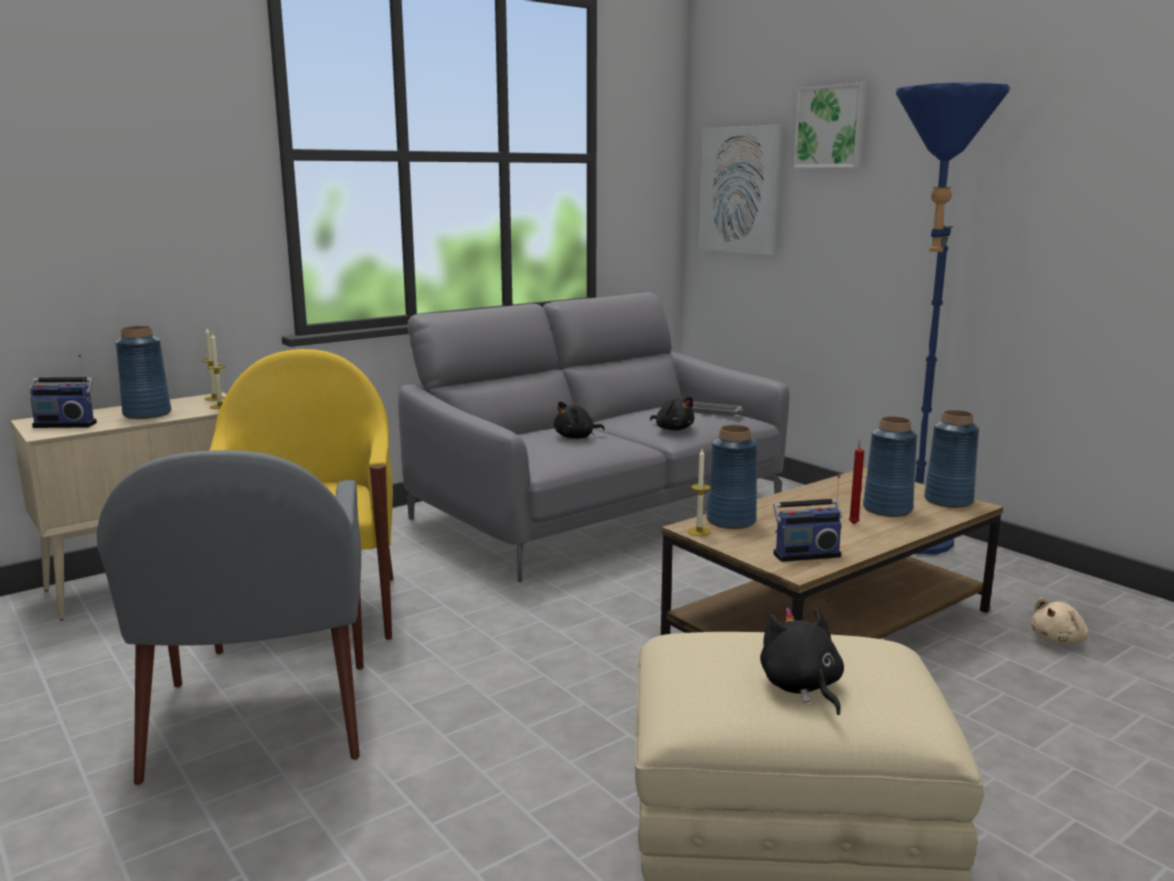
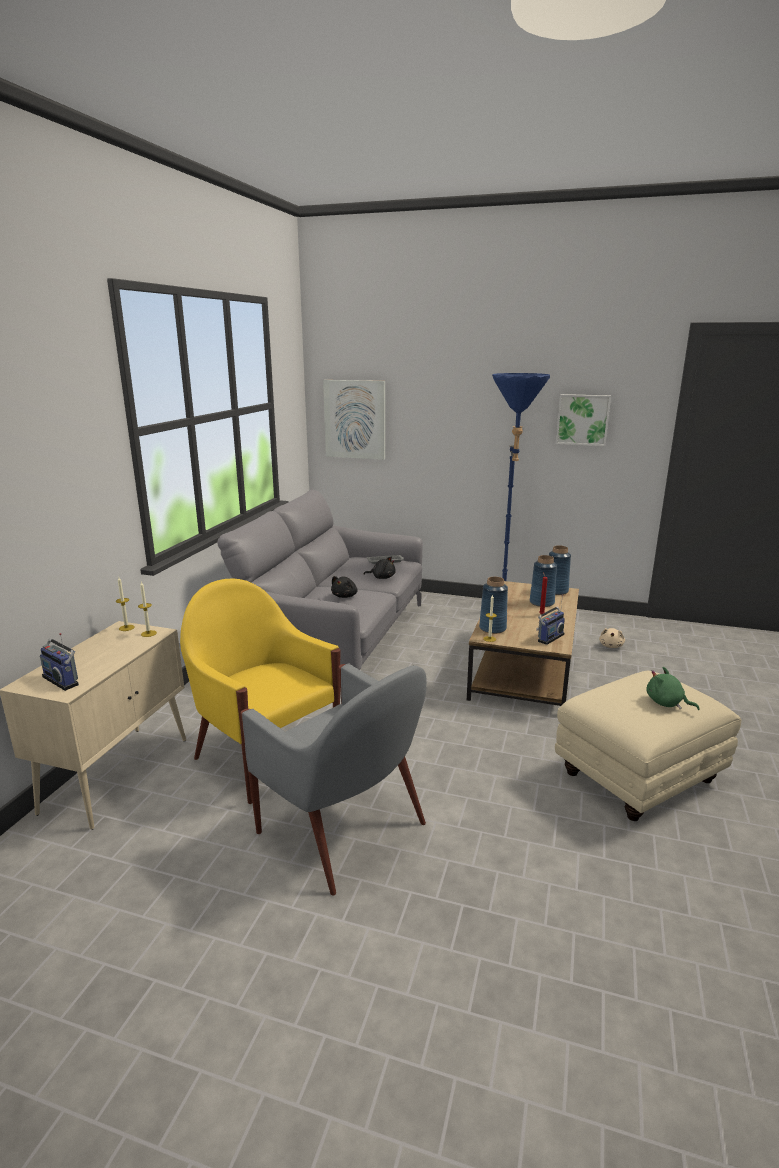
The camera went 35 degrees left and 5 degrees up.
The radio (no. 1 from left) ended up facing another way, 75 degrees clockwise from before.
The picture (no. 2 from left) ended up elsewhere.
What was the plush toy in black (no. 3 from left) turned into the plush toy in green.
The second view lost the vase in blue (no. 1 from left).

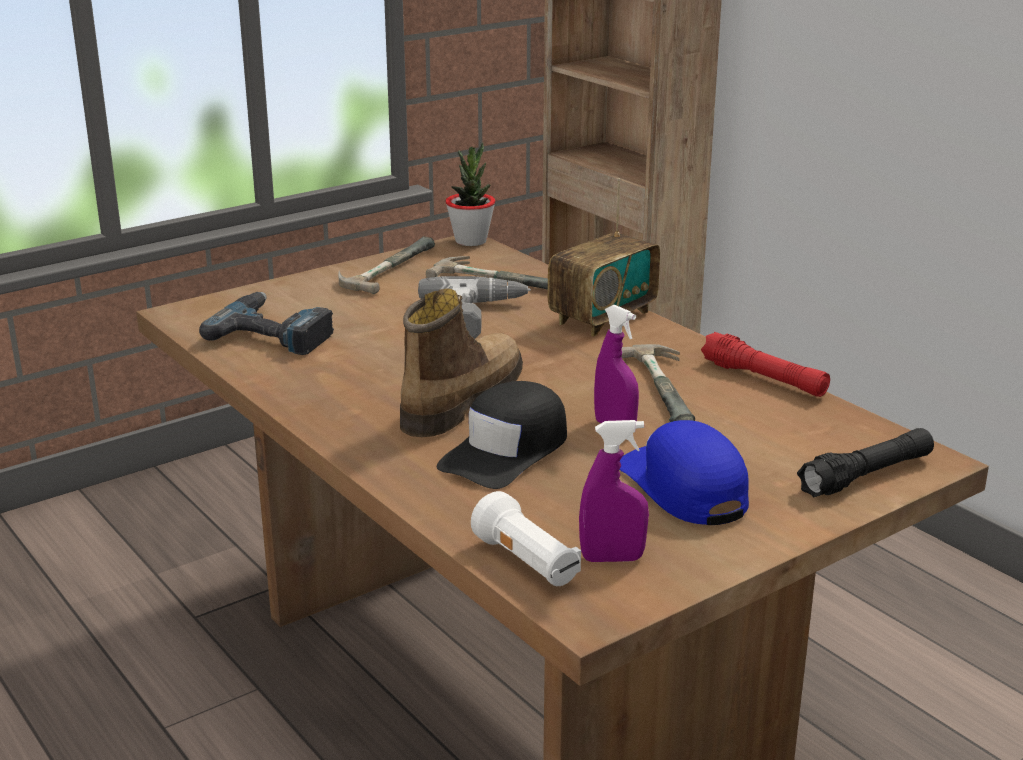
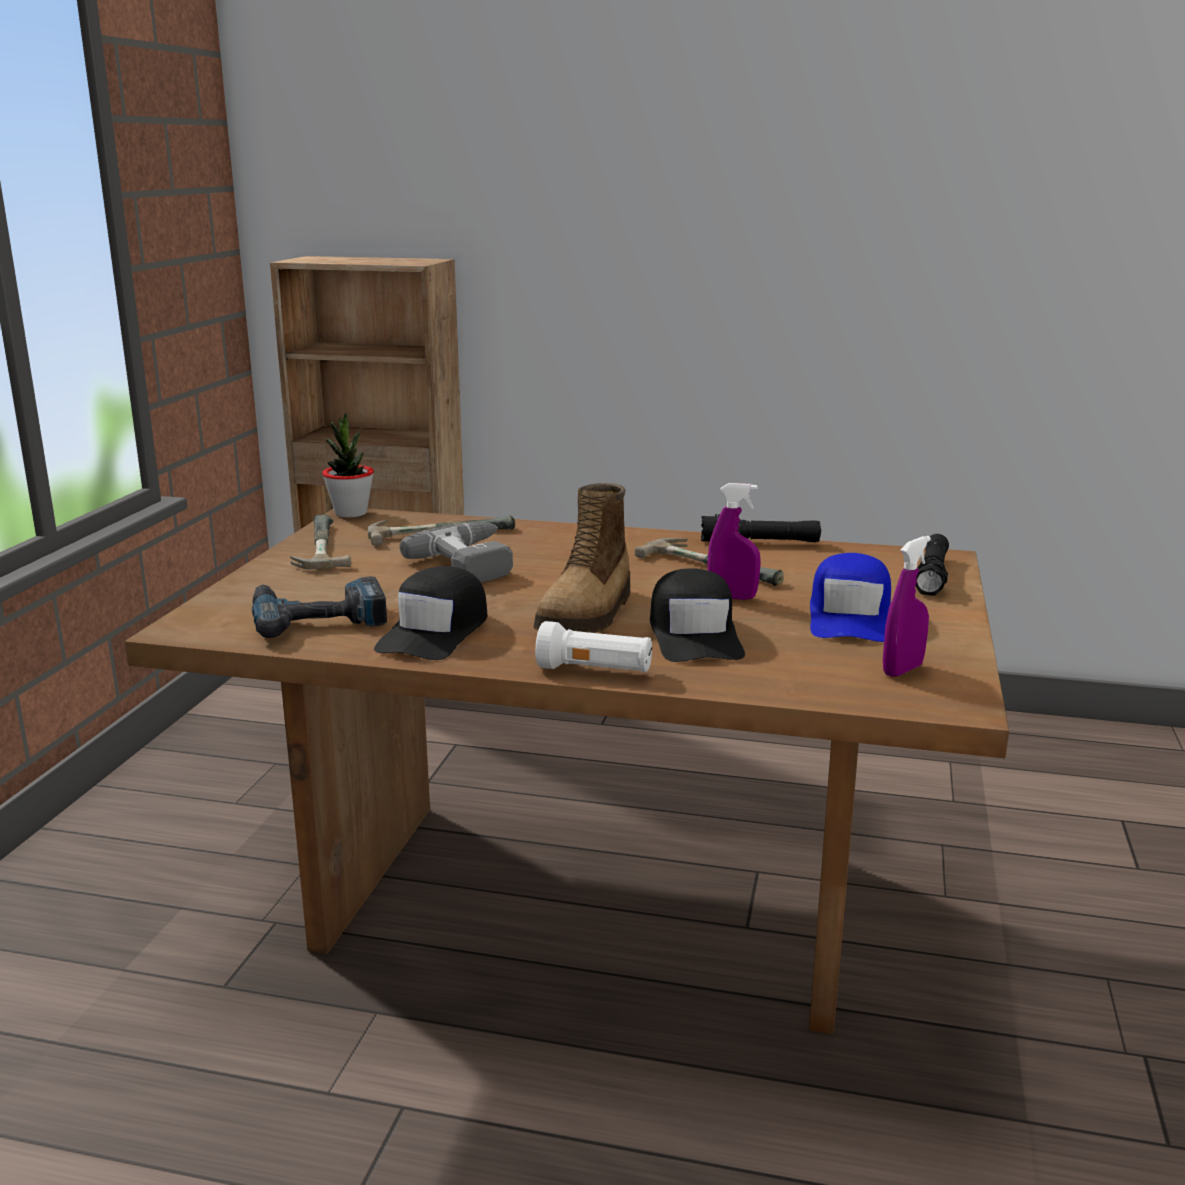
The camera went 40 degrees left and 5 degrees down.
The second view gained the cap in black (no. 1 from left).
The boot ended up facing another way, 150 degrees counterclockwise from before.
The flashlight in white ended up elsewhere.
What was the flashlight in red turned into the flashlight in black (no. 1 from left).
The cap in blue ended up facing another way, 105 degrees counterclockwise from before.
The second view lost the radio.

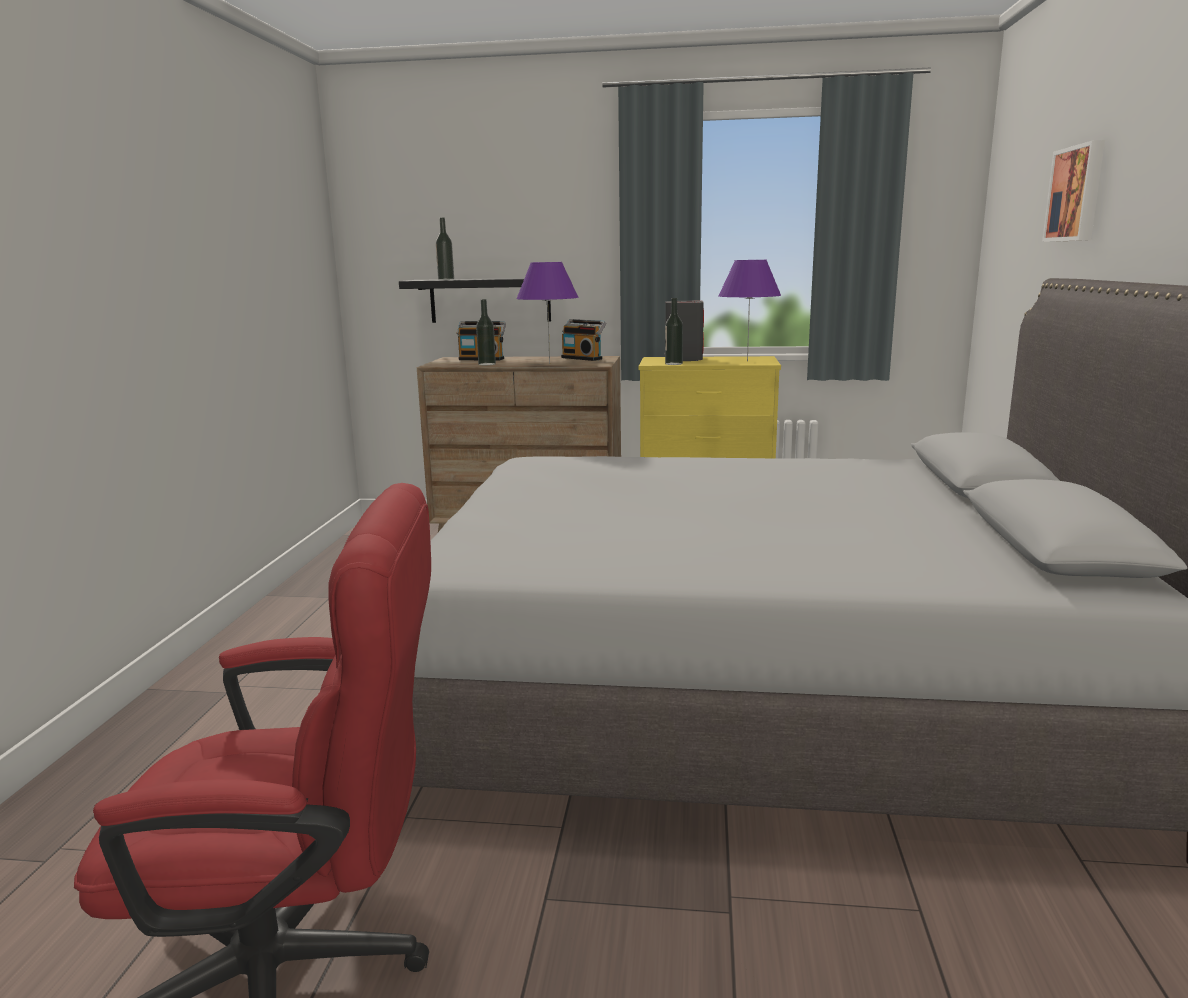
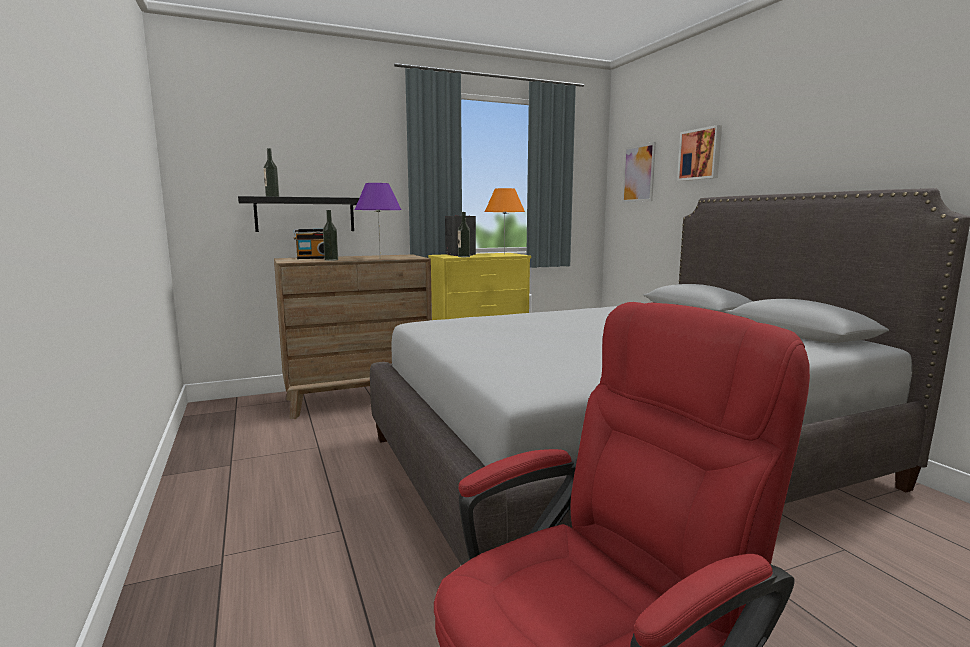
The camera went 30 degrees left and 5 degrees down.
What was the table lamp in purple (no. 2 from left) turned into the table lamp in orange.
The second view gained the picture (no. 1 from left).
The second view lost the radio (no. 2 from left).

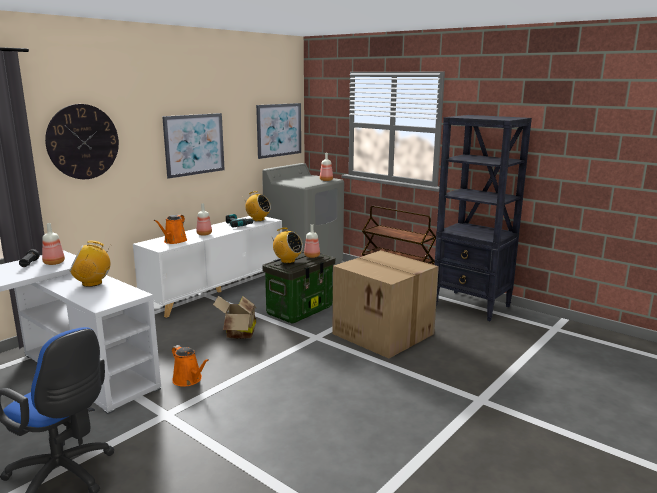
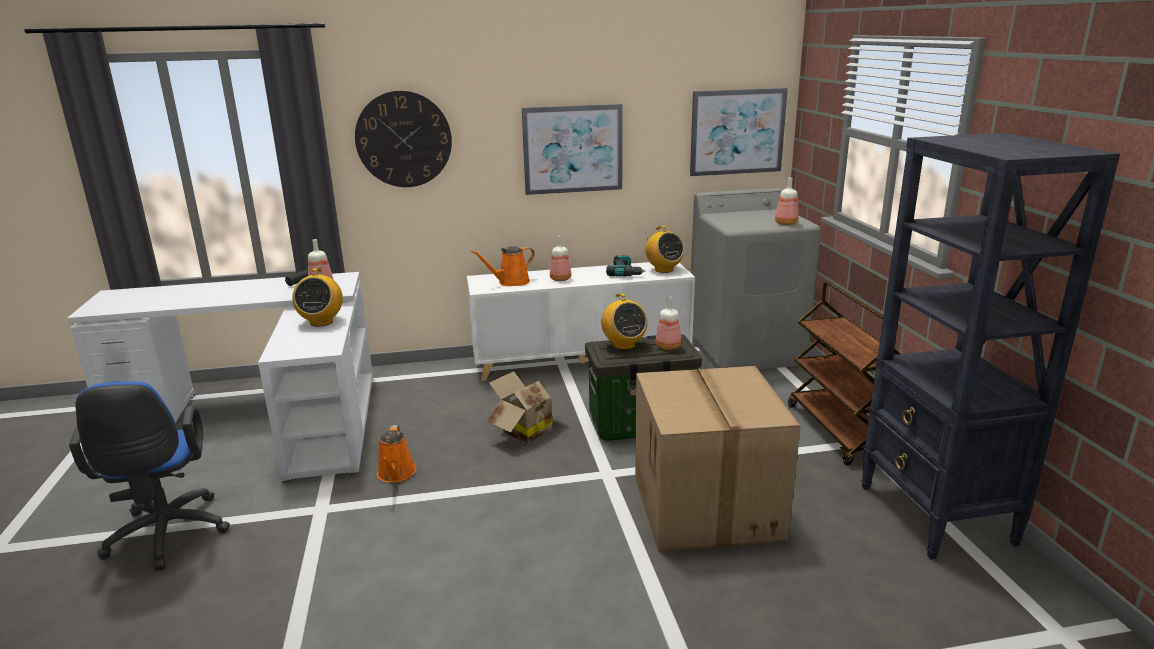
The camera went 40 degrees right and 5 degrees up.
The radio (no. 1 from left) ended up facing another way, 120 degrees counterclockwise from before.

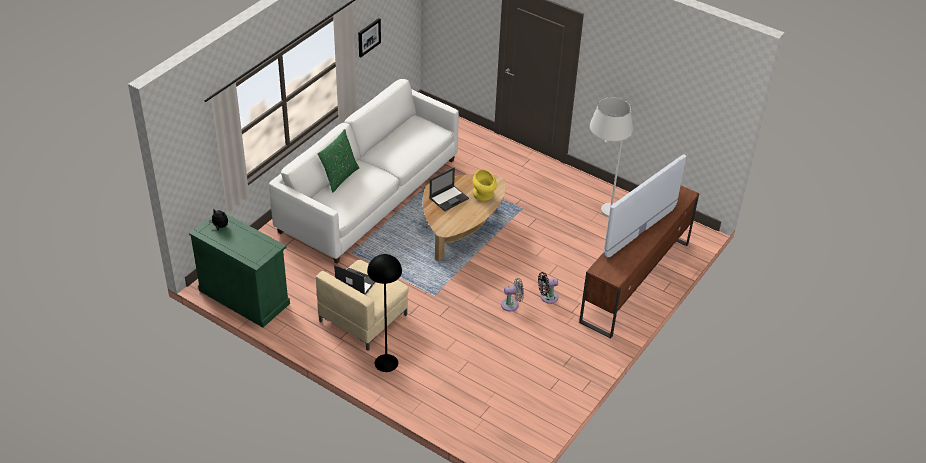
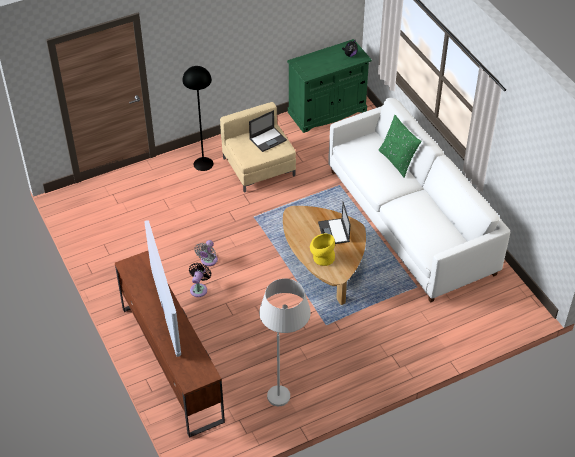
The camera went 120 degrees right and 5 degrees up.
The second view lost the picture.

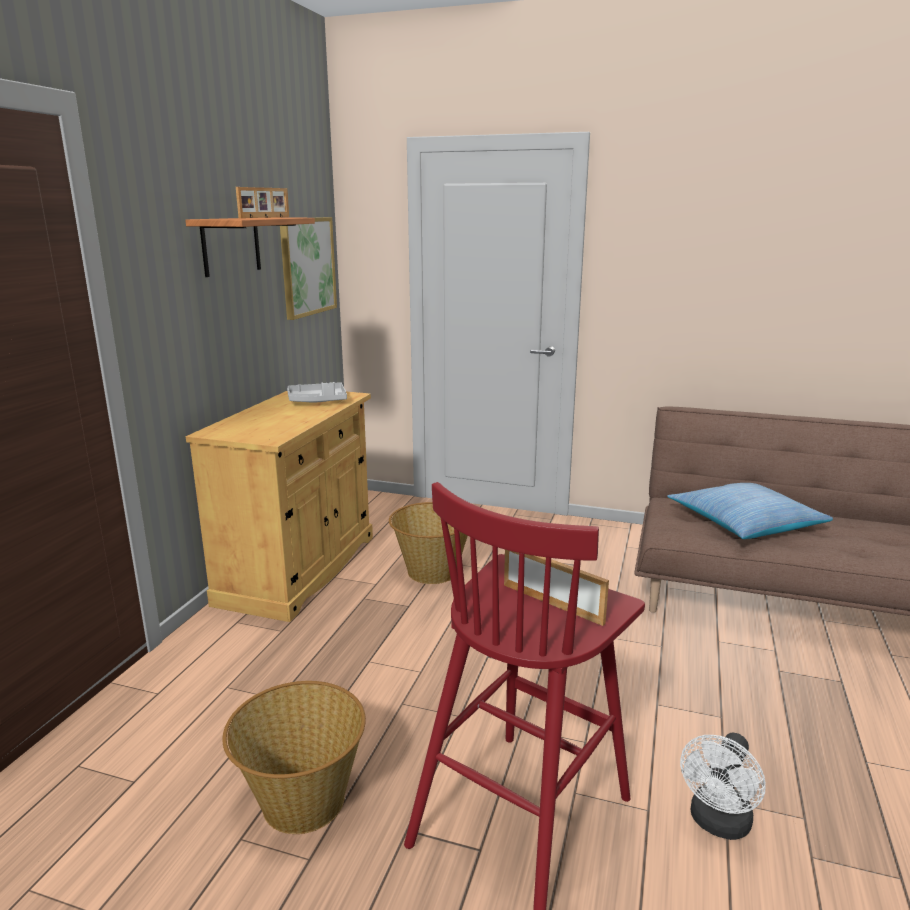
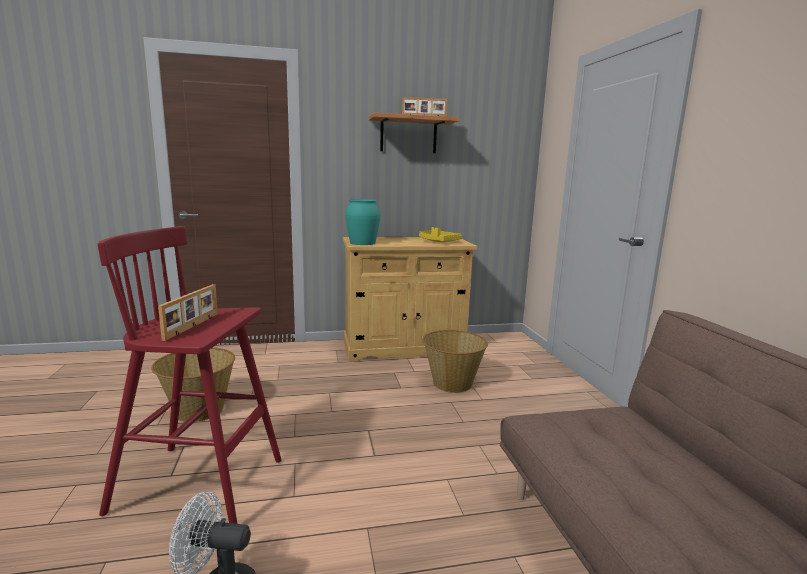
The camera went 60 degrees right and 5 degrees down.
The second view gained the vase in turquoise.
What was the tray in grey turned into the tray in yellow.
The second view lost the picture.
The second view lost the pillow.

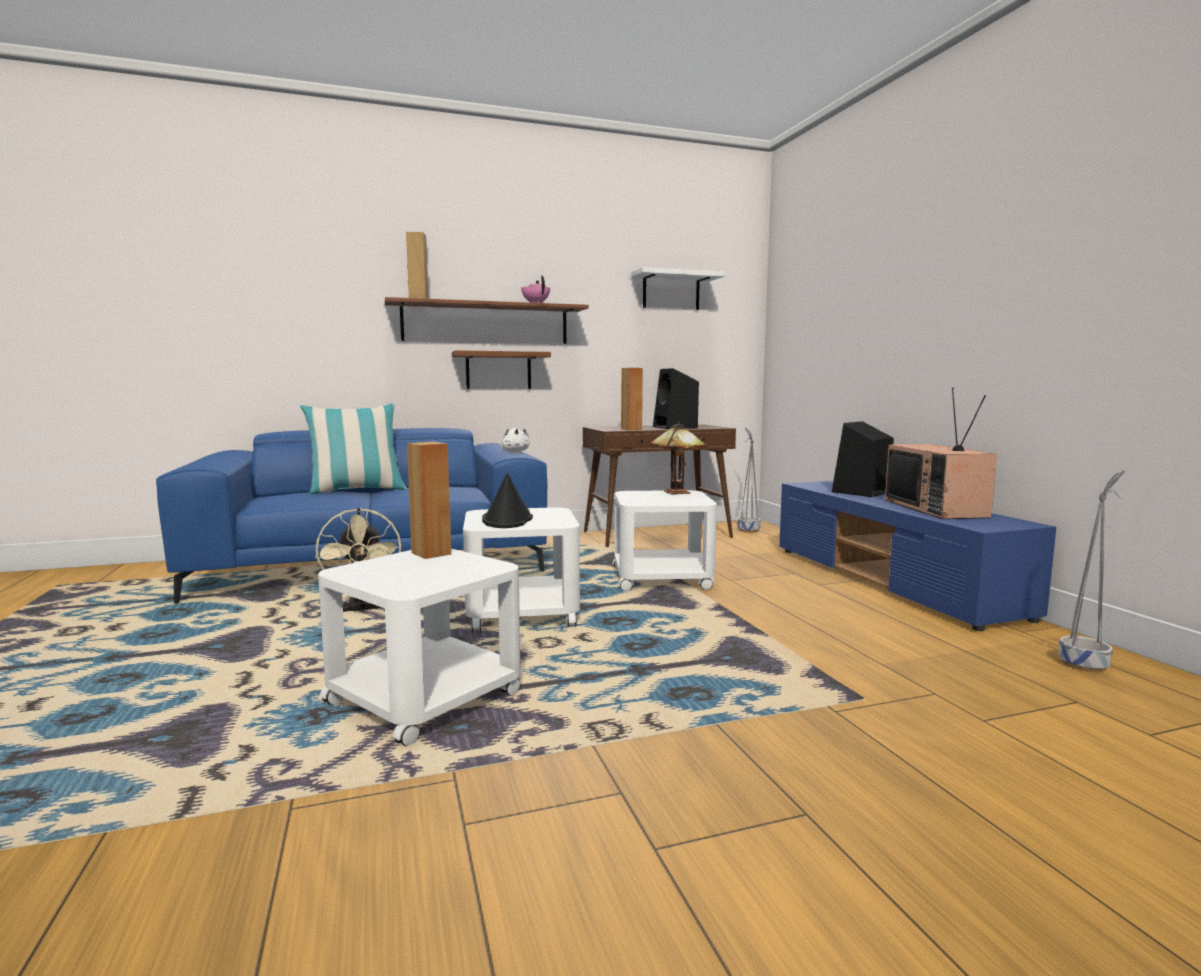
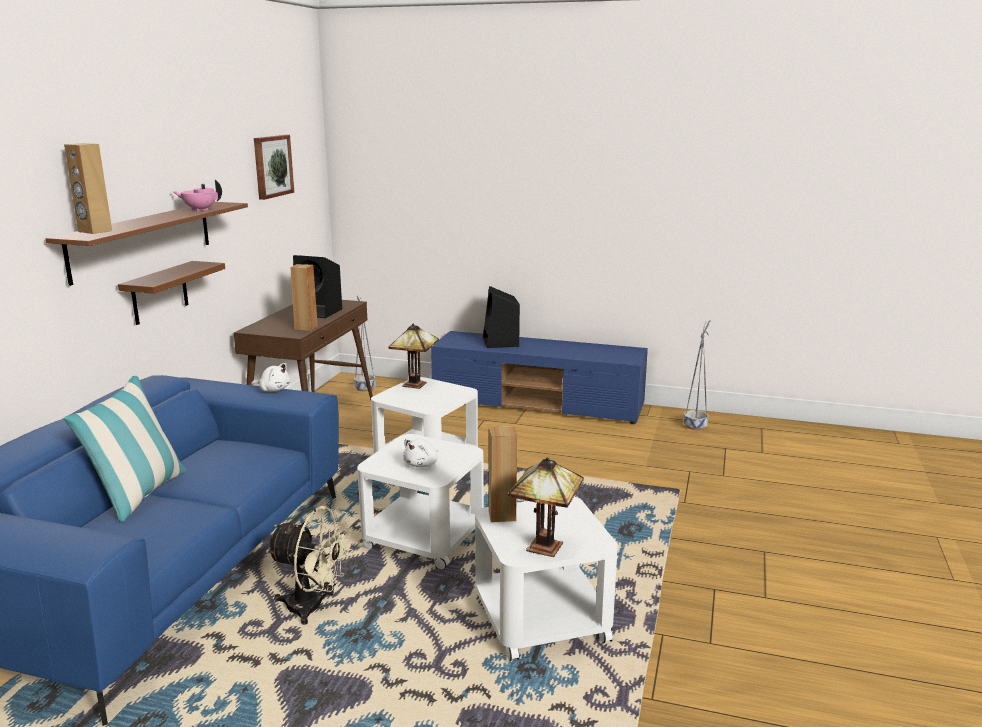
The camera went 55 degrees left and 10 degrees up.
Where the shelf in white hung, the picture came to hang.
Where the hat in black stood, the plush toy in white (no. 2 from left) came to stand.
The second view gained the table lamp (no. 2 from left).
The second view lost the television.

